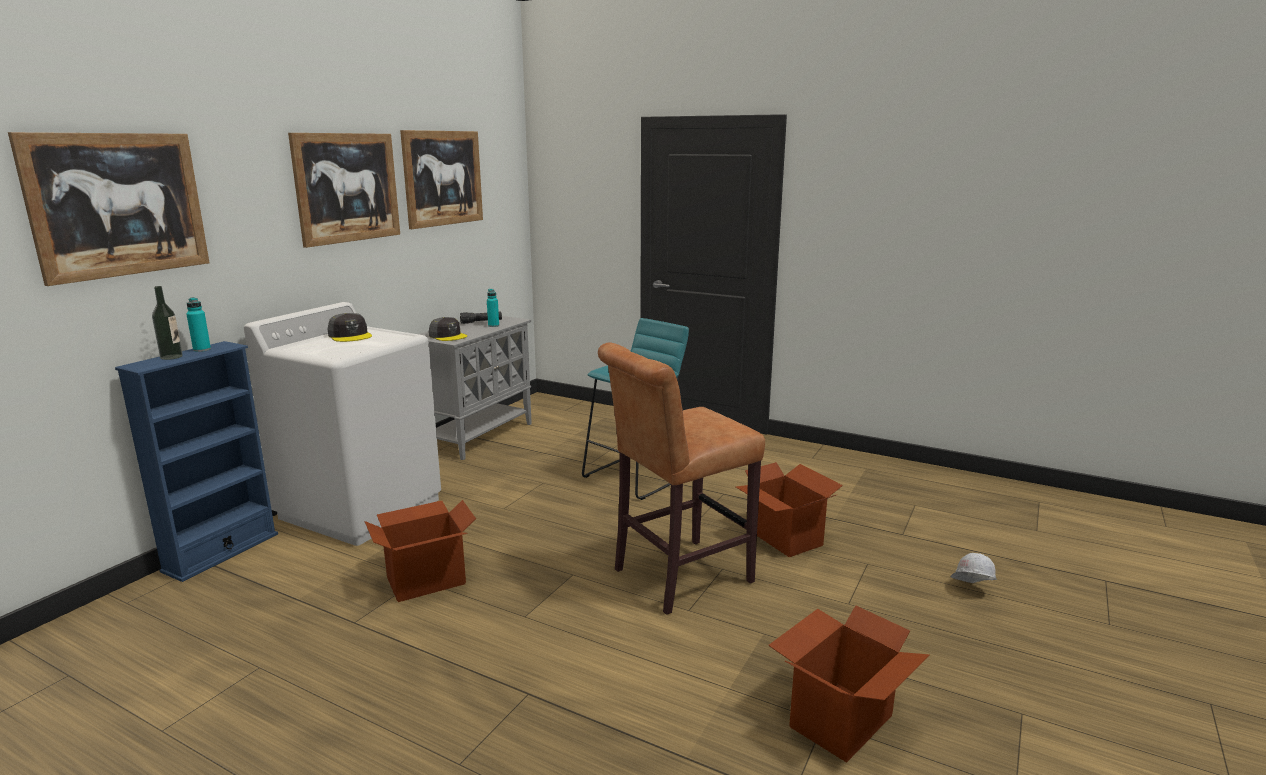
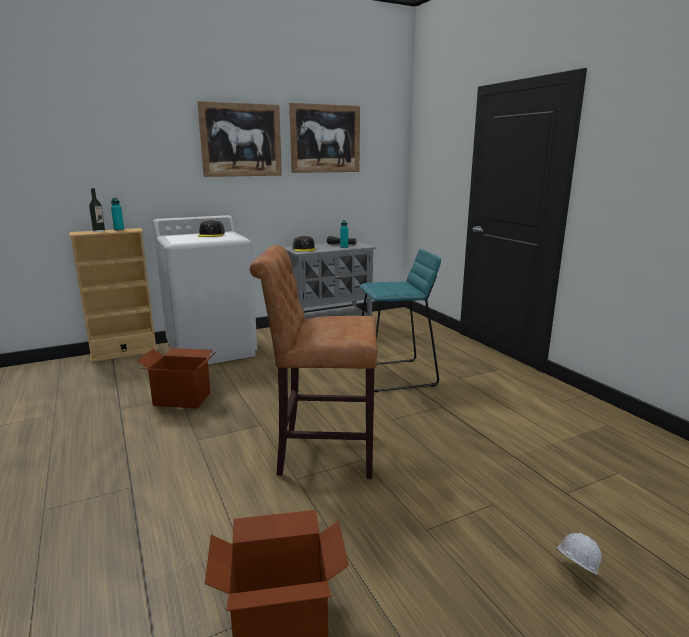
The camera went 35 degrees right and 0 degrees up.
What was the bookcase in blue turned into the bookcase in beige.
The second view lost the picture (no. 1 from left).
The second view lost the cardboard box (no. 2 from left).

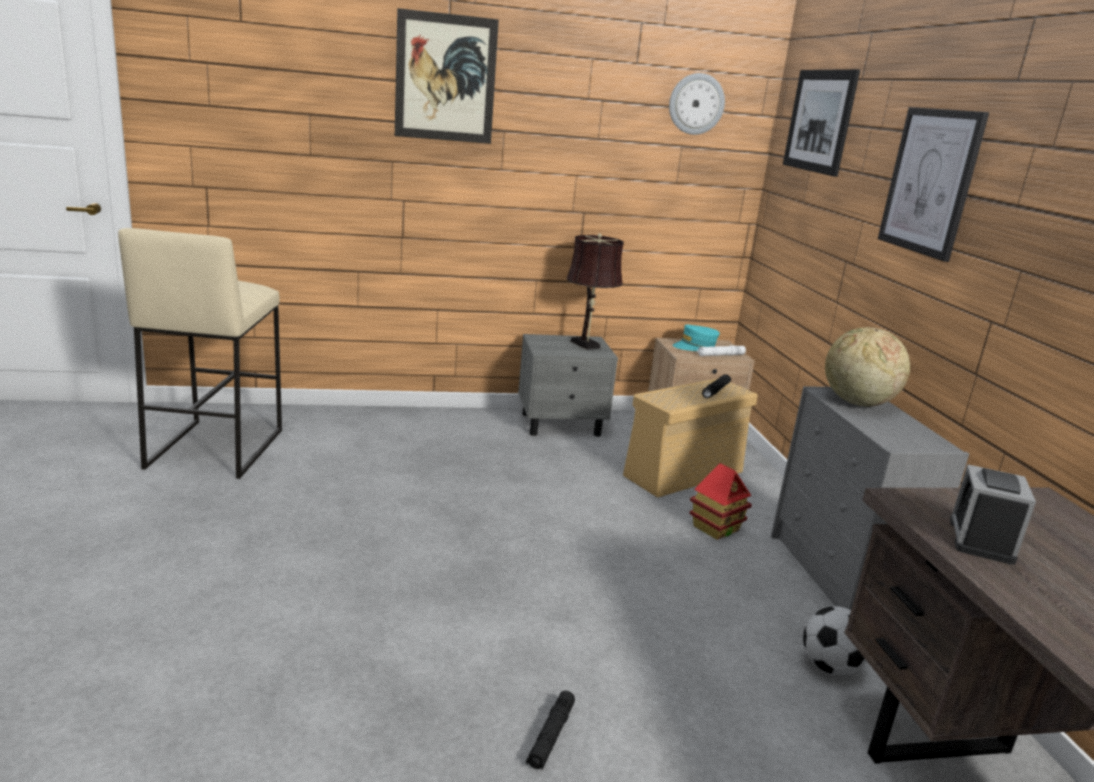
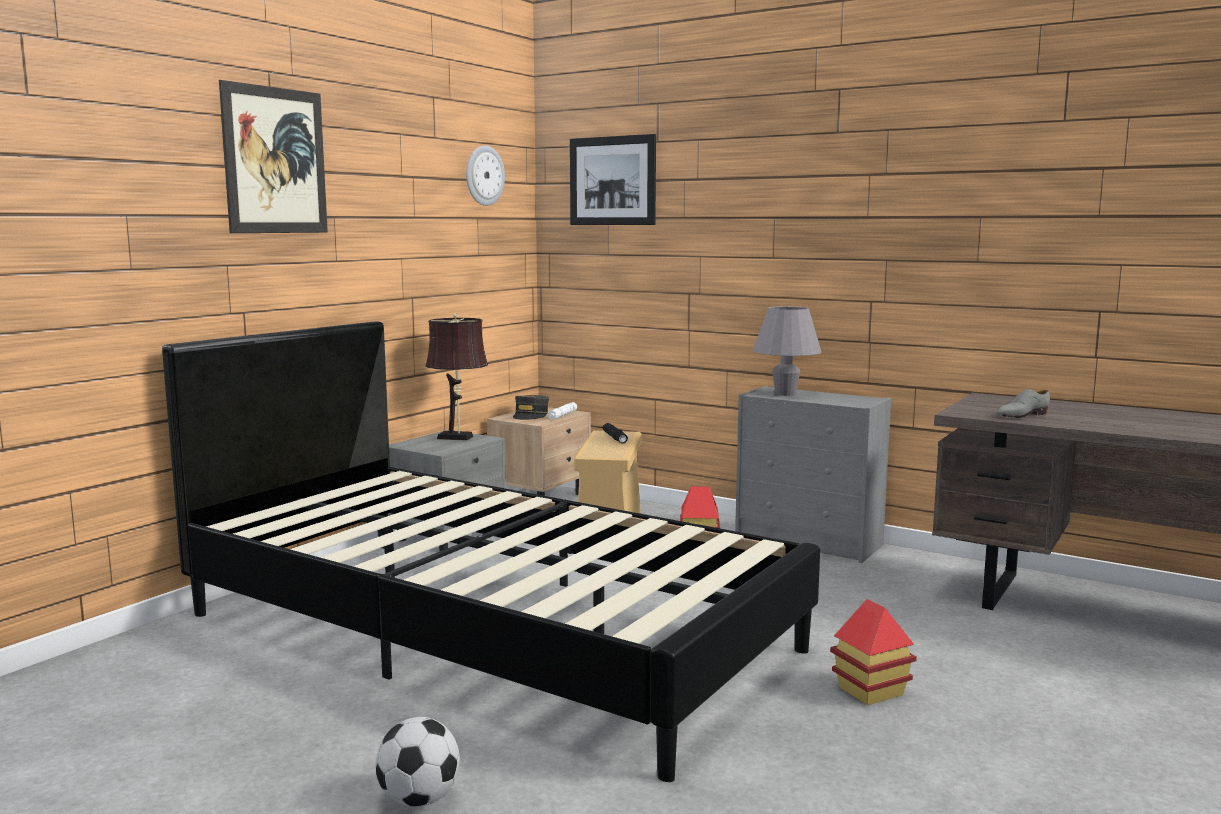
The camera went 45 degrees left and 10 degrees down.
The second view gained the bed in black.
The football ended up elsewhere.
What was the cap in turquoise turned into the cap in grey.
Where the globe stood, the table lamp in grey came to stand.
Where the flashlight in black (no. 1 from left) stood, the toy house (no. 2 from left) came to stand.
Where the alarm clock stood, the shoe in grey came to stand.
The second view lost the stool in beige.
The second view lost the picture (no. 3 from left).

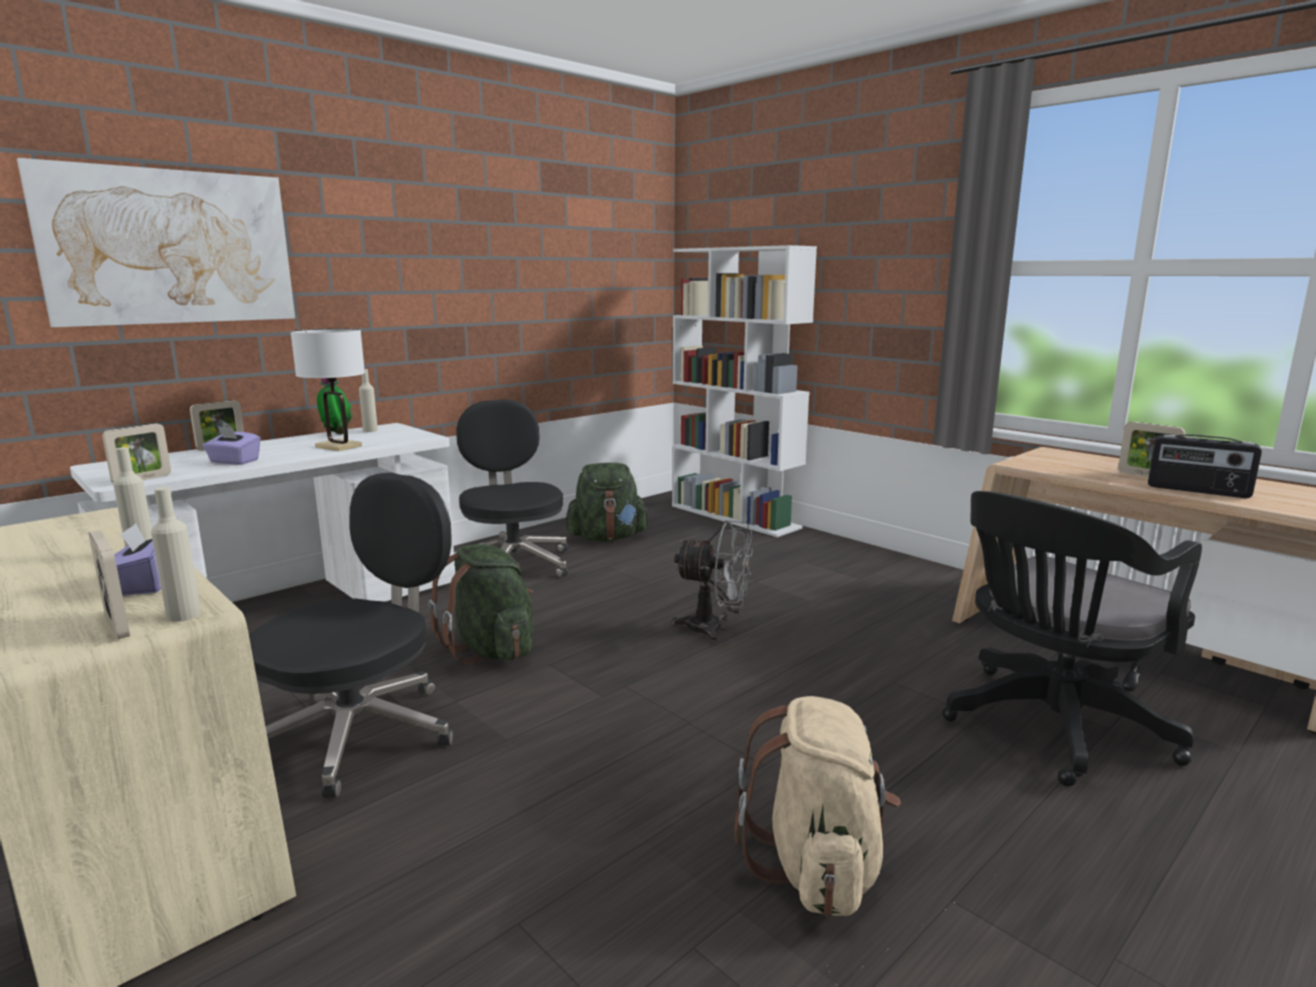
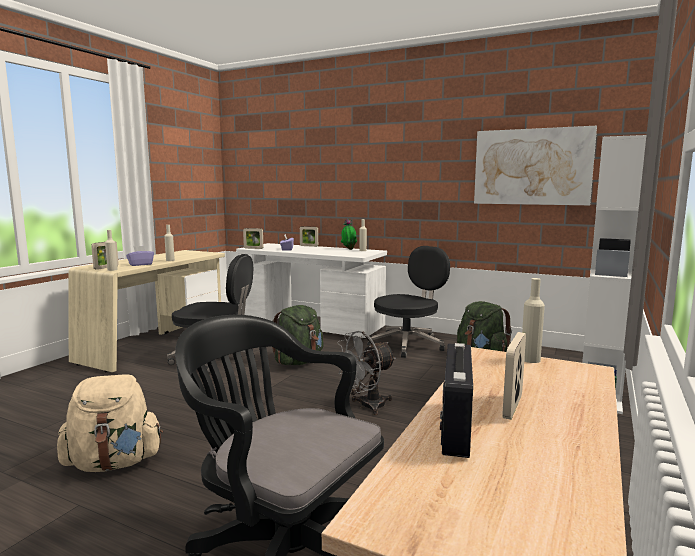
The camera went 70 degrees right and 5 degrees down.
The fan in grey ended up facing another way, 60 degrees clockwise from before.
The picture ended up elsewhere.
The second view gained the bottle in beige (no. 4 from left).
The second view lost the table lamp in white.

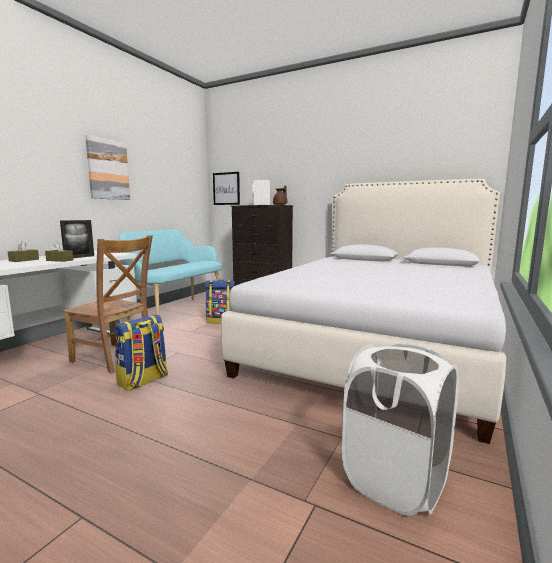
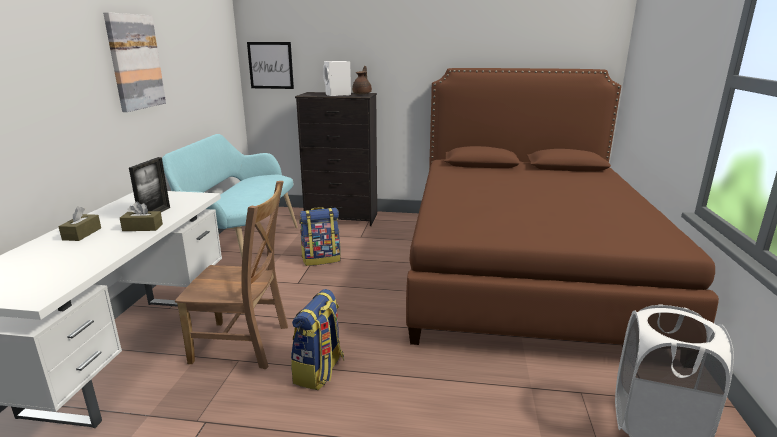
The camera went 20 degrees left and 10 degrees up.
What was the bed in white turned into the bed in brown.

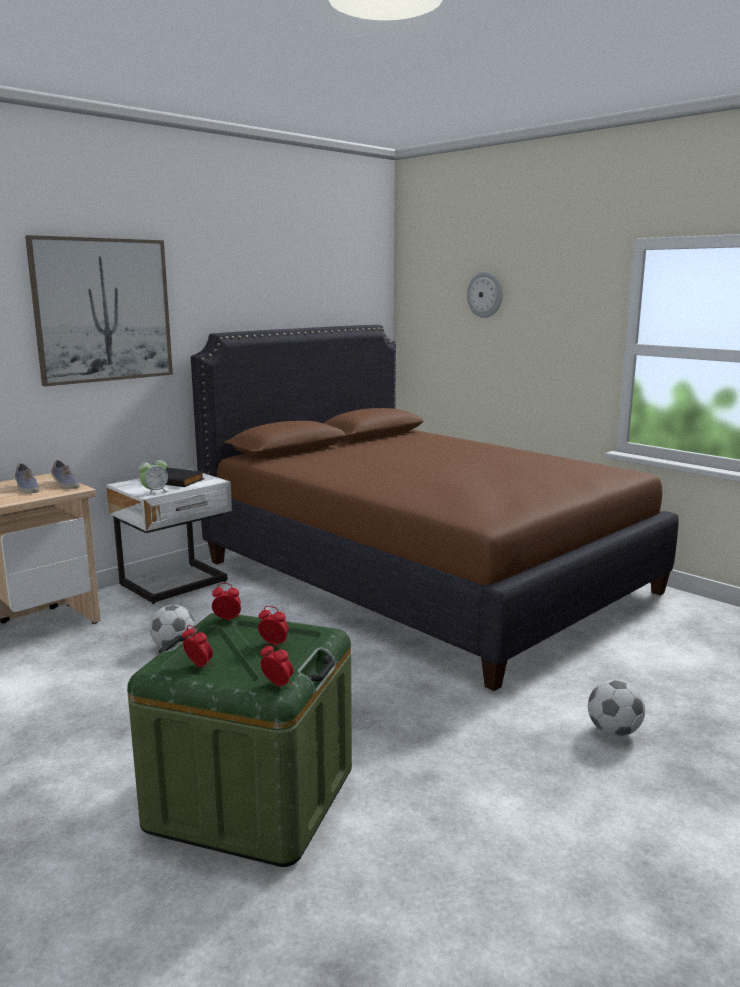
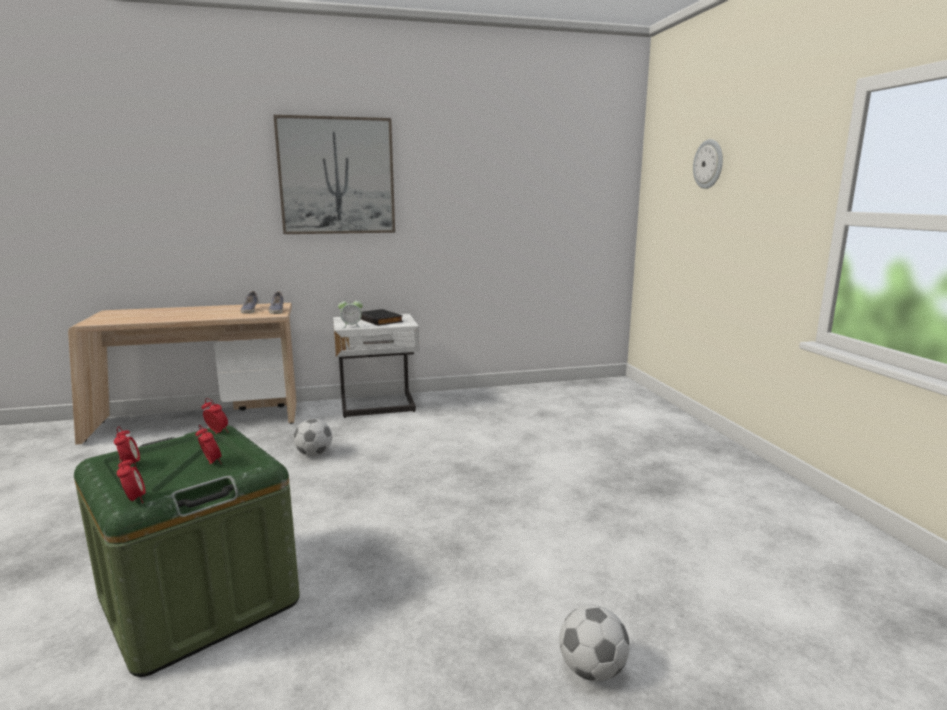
The camera went 30 degrees right and 0 degrees up.
The second view lost the bed in brown.

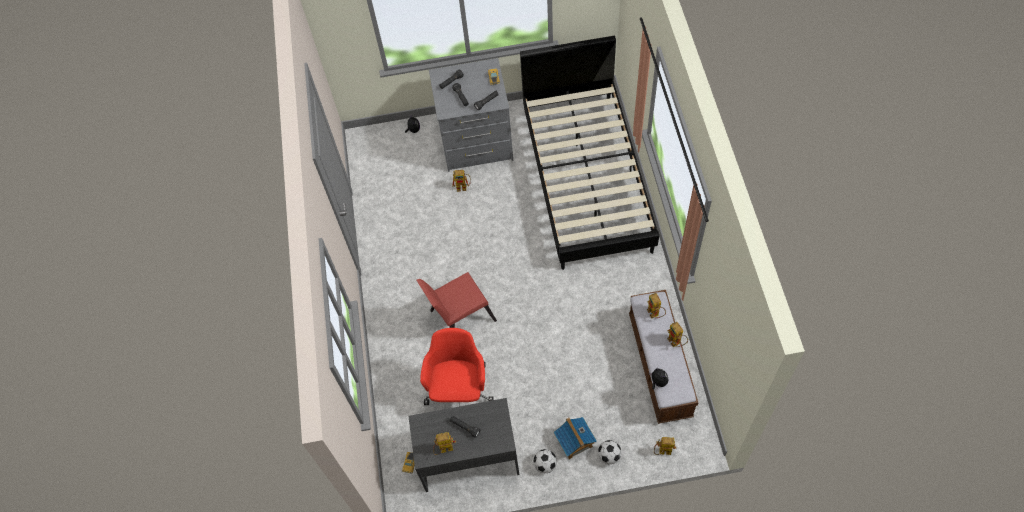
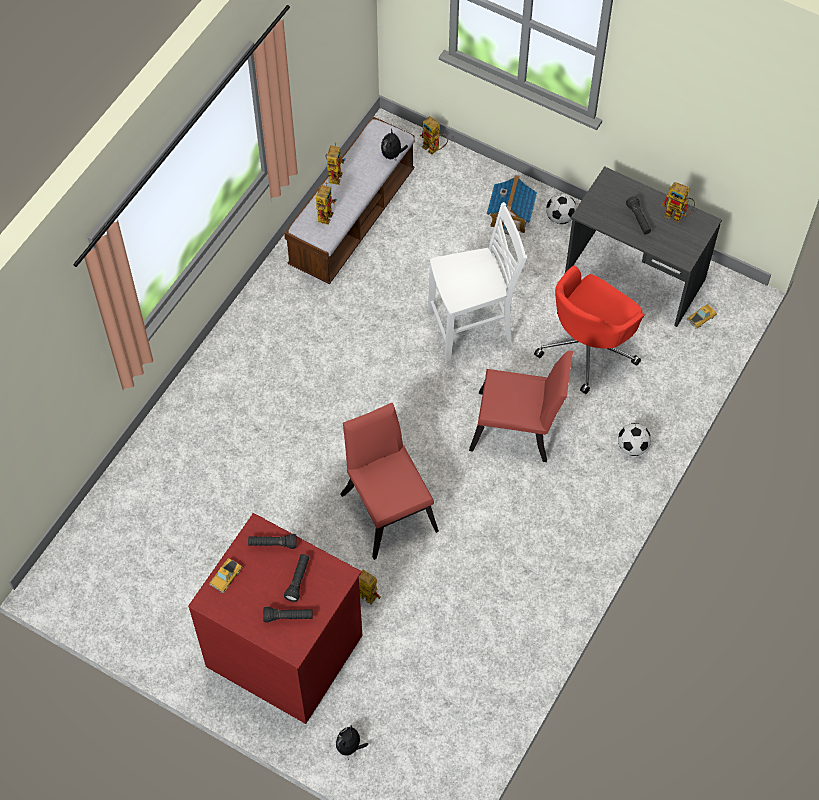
The camera went 145 degrees left and 0 degrees up.
What was the dresser in grey turned into the dresser in red.
The second view gained the chair in red (no. 1 from left).
The second view gained the chair in white.
The football (no. 2 from left) ended up elsewhere.
The second view lost the bed in black.

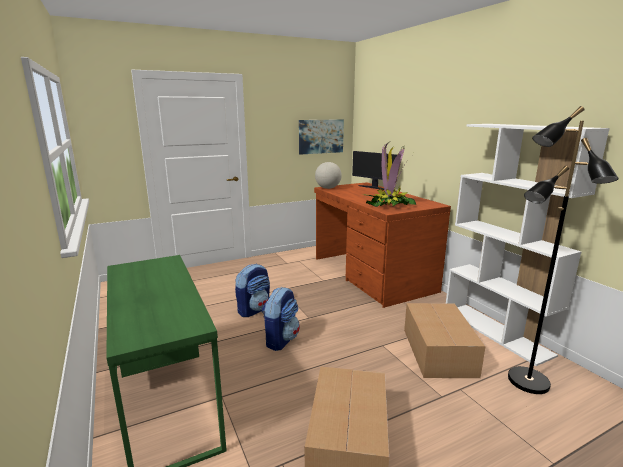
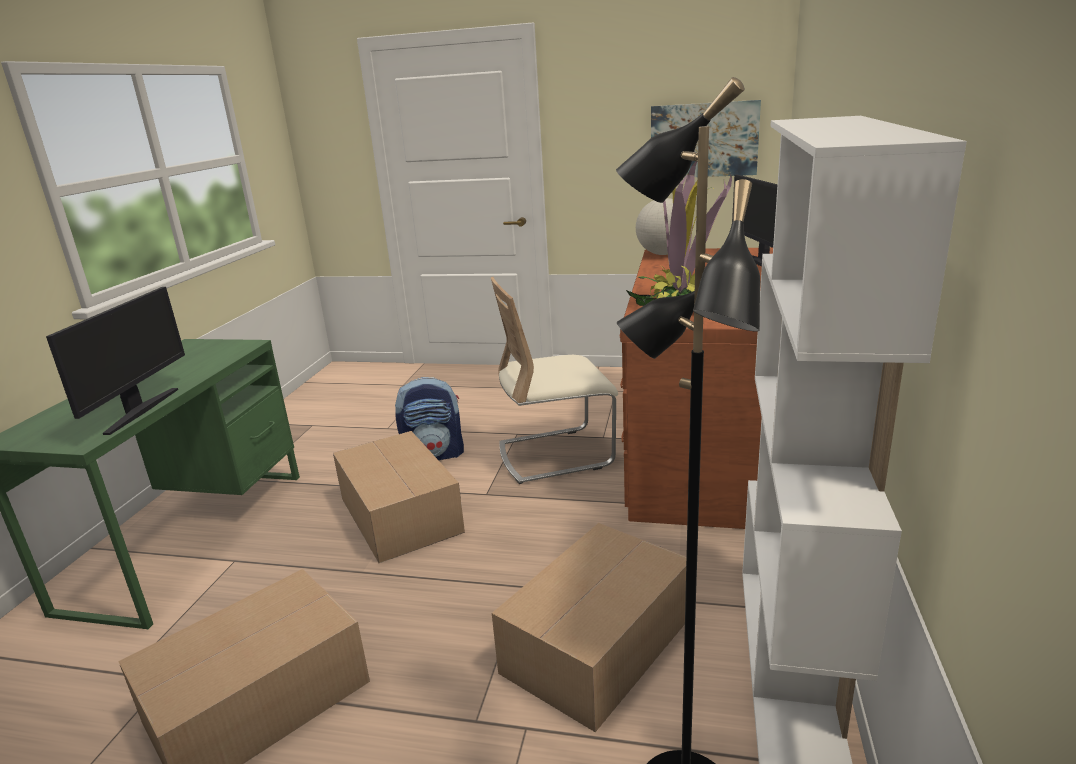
The camera went 40 degrees right and 5 degrees up.
The second view gained the monitor (no. 1 from left).
Where the backpack (no. 2 from left) stood, the cardboard box (no. 2 from left) came to stand.
The second view gained the chair in beige.

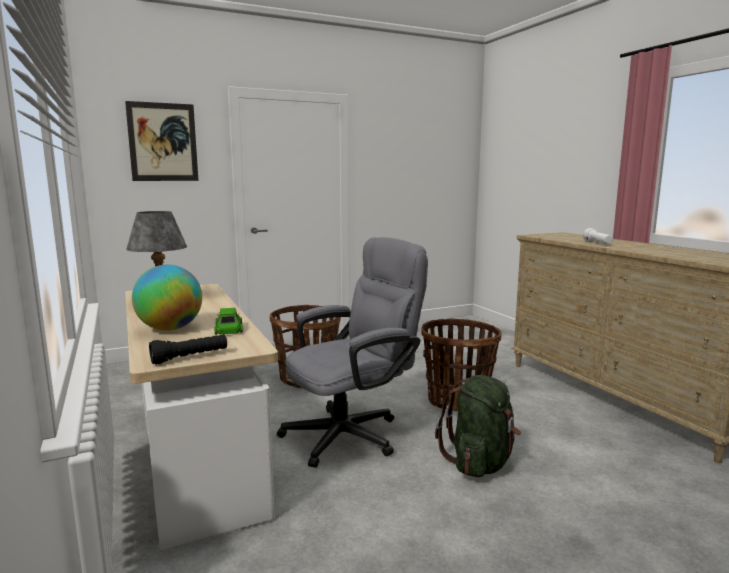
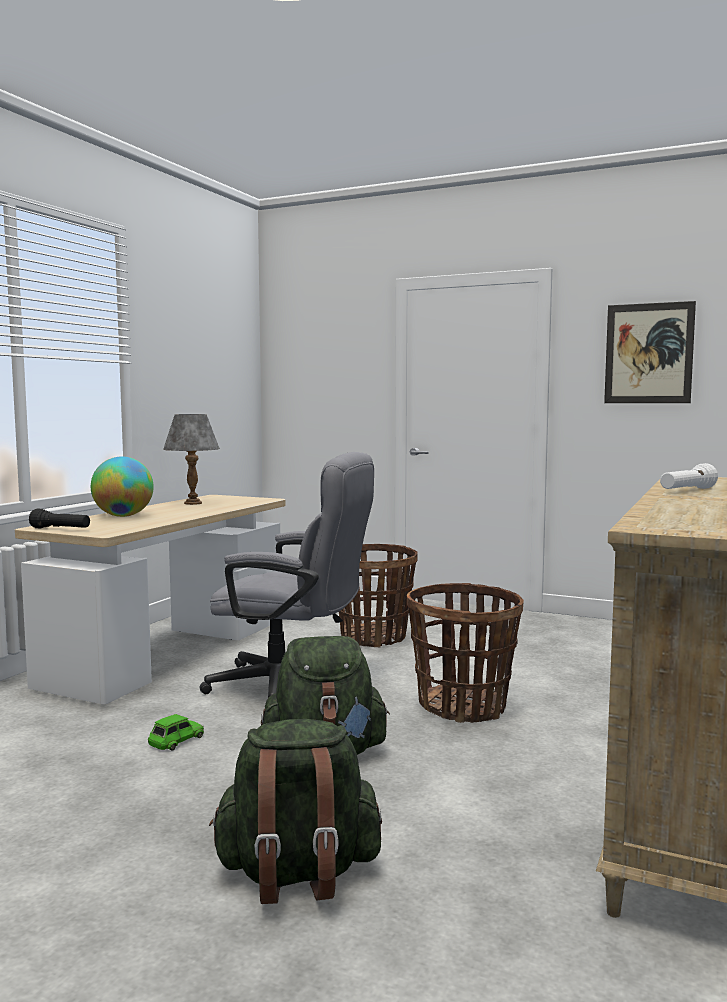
The camera went 50 degrees right and 5 degrees down.
The toy car in green ended up elsewhere.
The second view gained the backpack in green (no. 1 from left).
The picture ended up elsewhere.

